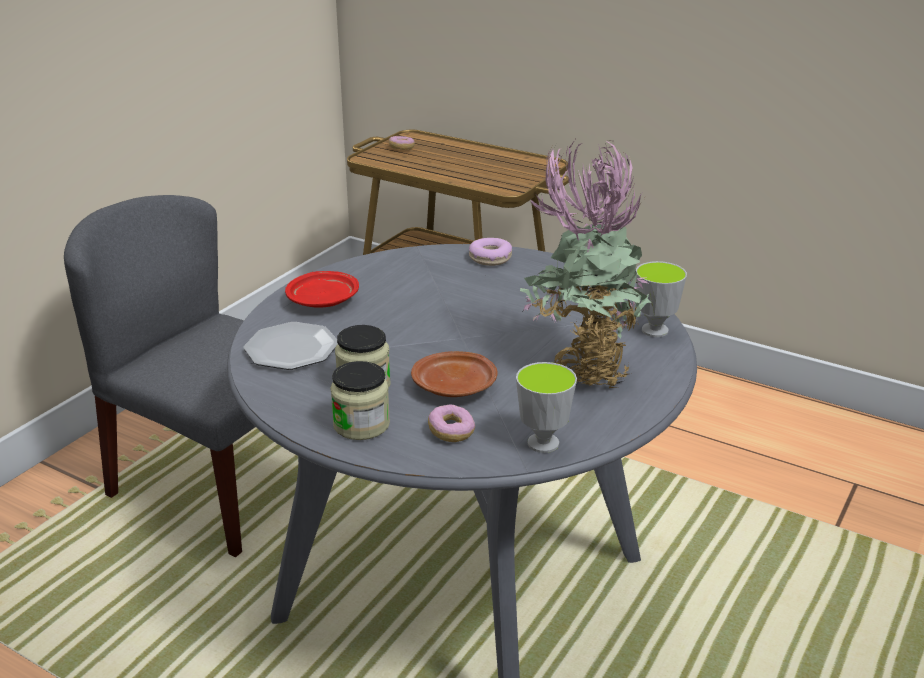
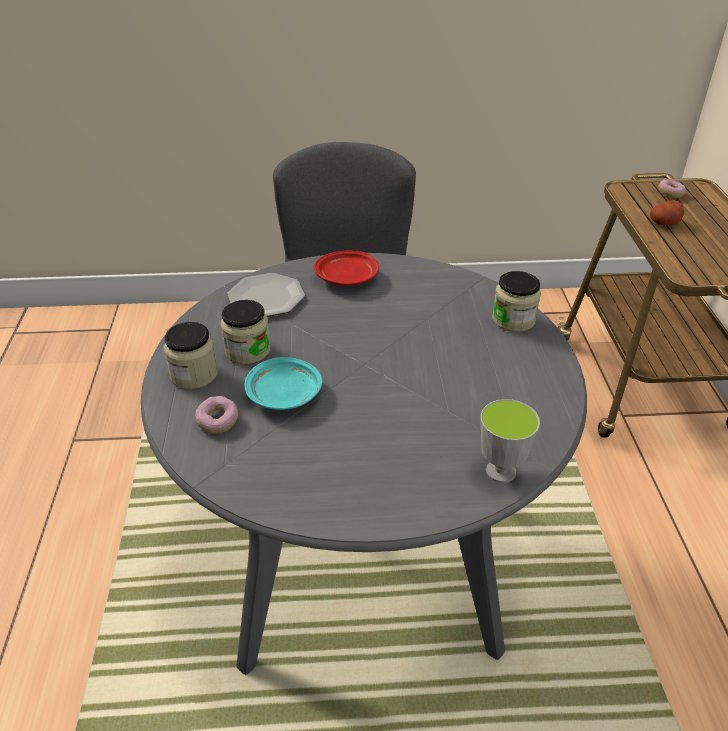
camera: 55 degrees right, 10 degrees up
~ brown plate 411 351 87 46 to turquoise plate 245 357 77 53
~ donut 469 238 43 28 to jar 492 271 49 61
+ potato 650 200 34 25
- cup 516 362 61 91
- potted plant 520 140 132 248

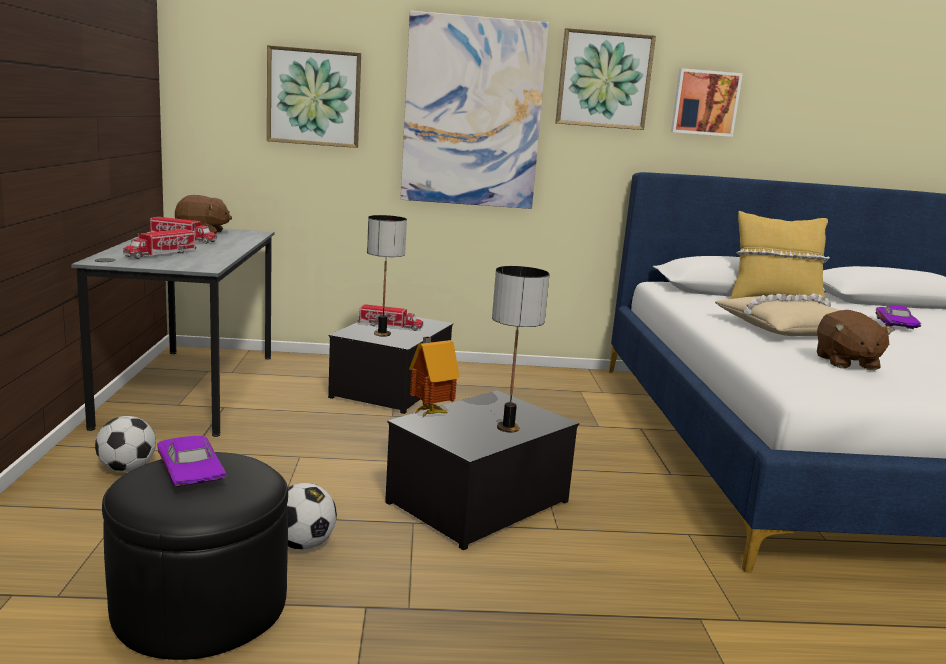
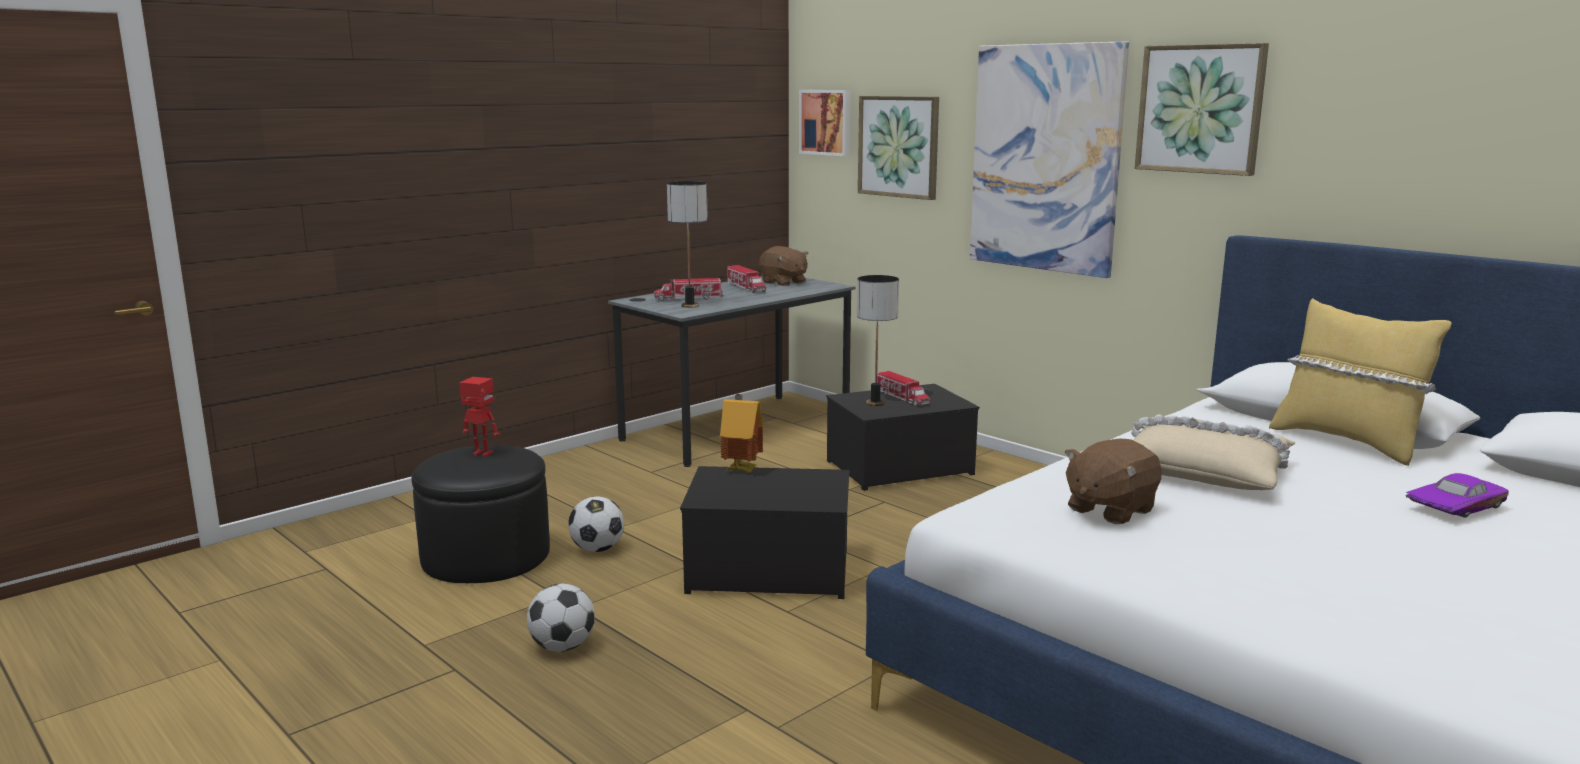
camera: 50 degrees right, 0 degrees up
~ purple toy car 157 436 70 51 to toy robot 459 377 42 80
~ football 95 416 61 56 to 527 584 68 68
~ table lamp 492 266 58 166 to 667 181 41 127
~ picture 671 68 72 69 to 799 90 52 66

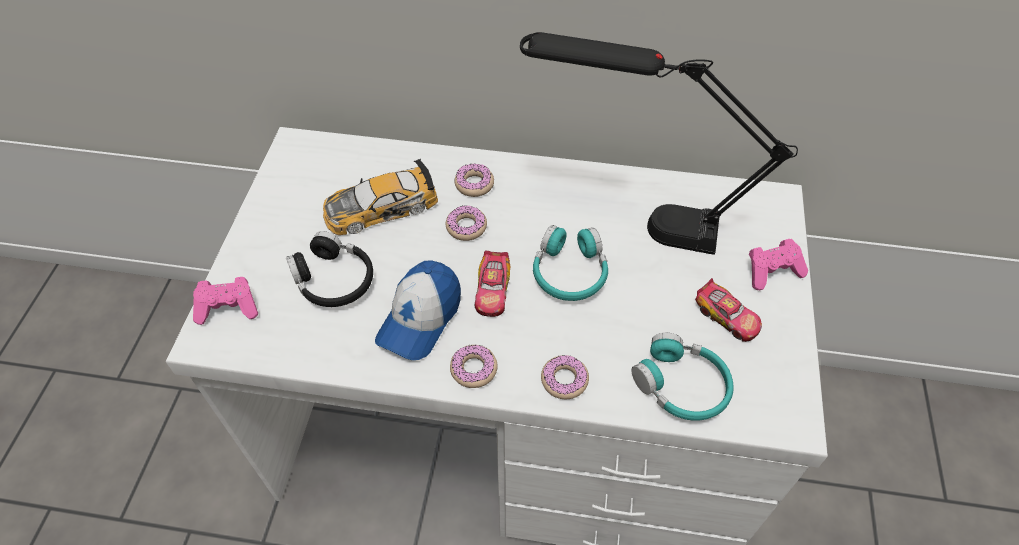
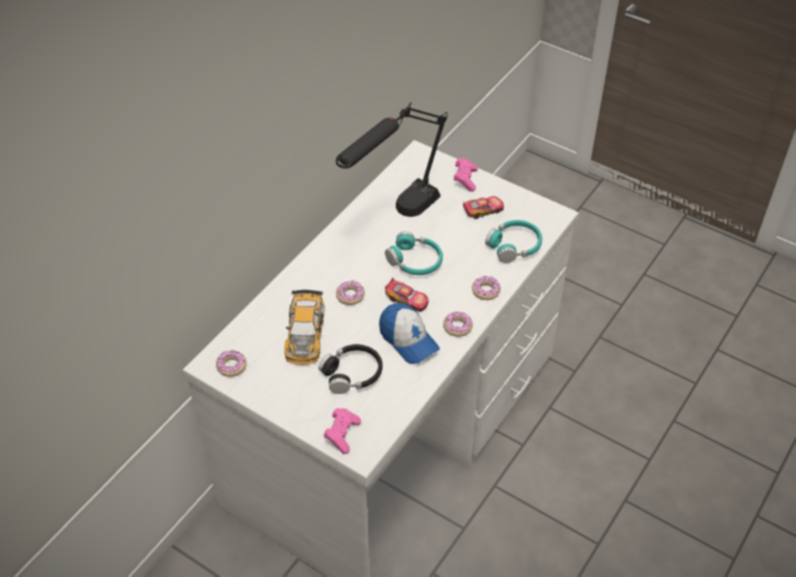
camera: 65 degrees left, 5 degrees down
~ donut 455 164 39 33 to 216 350 31 27

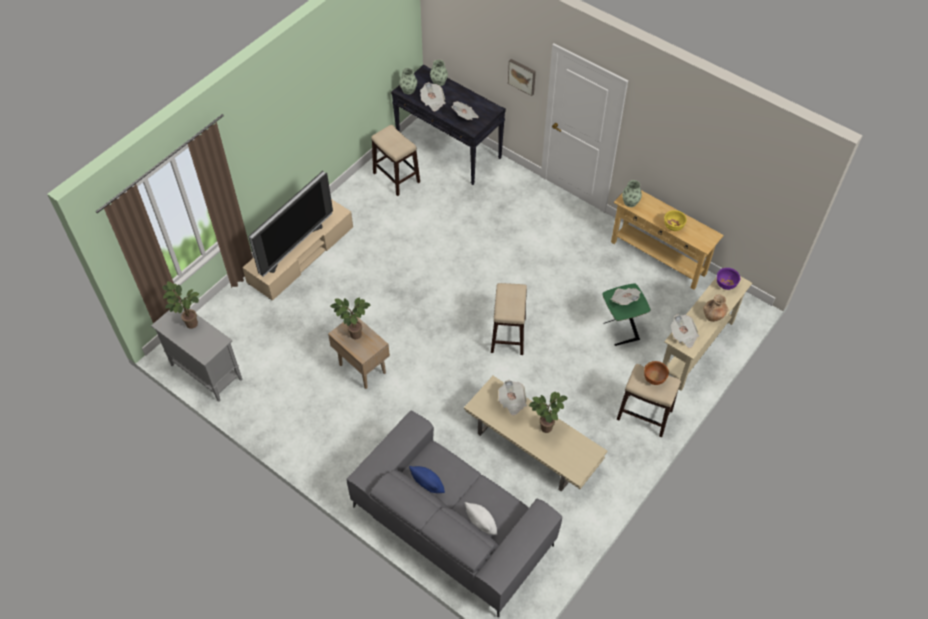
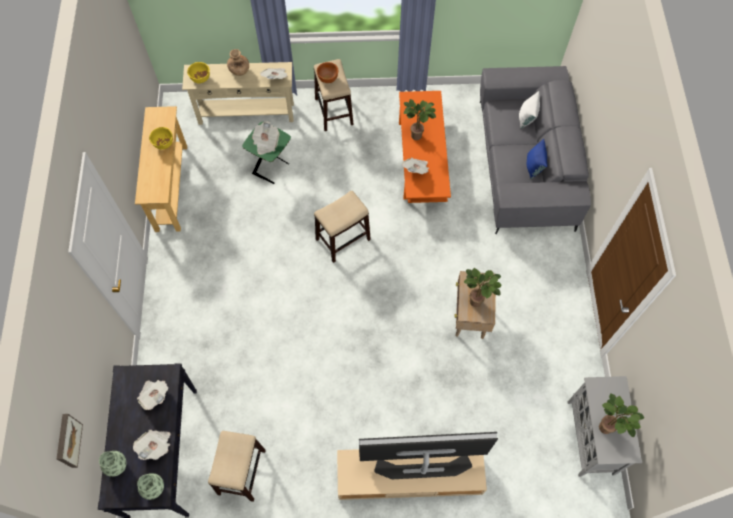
camera: 130 degrees left, 10 degrees up
~ picture 508 59 28 37 to 57 414 26 54
~ purple bowl 717 268 23 22 to yellow bowl 187 62 23 21
~ beige coffee table 464 376 143 116 to orange coffee table 399 91 52 112
- vase 622 180 20 27

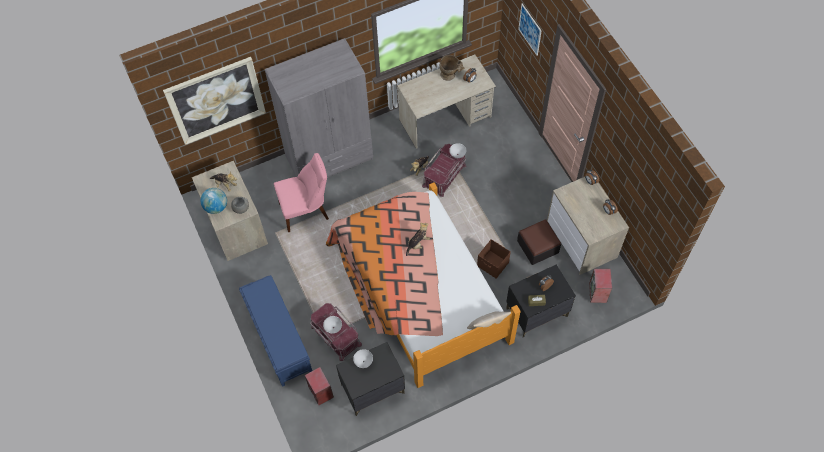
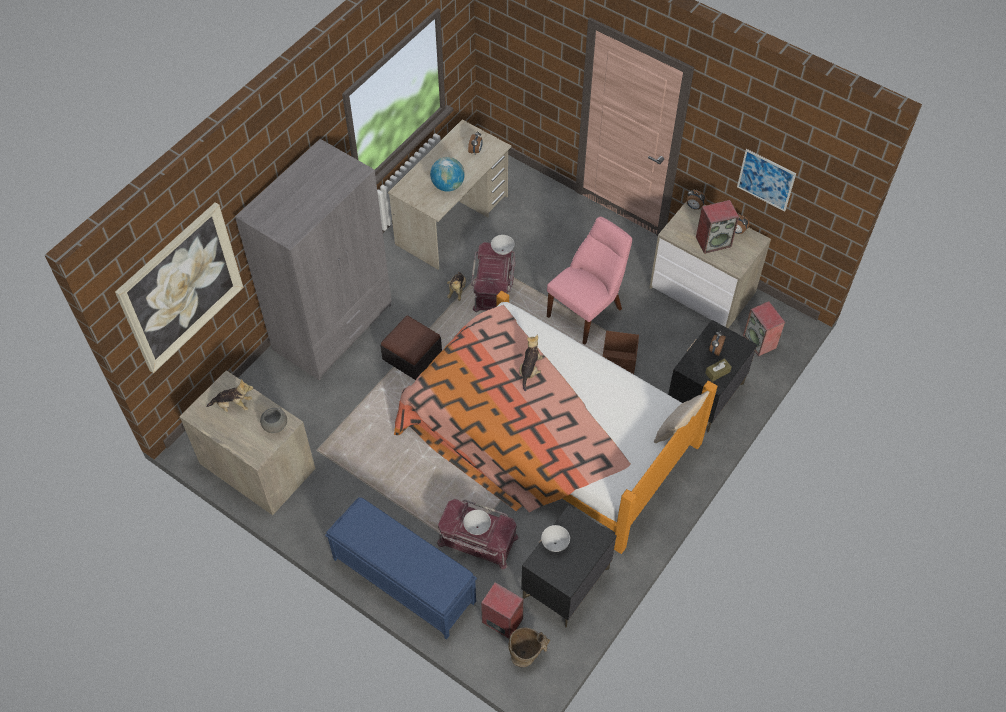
camera: 30 degrees left, 5 degrees down
~ ottoman 517 219 44 46 to 380 315 62 65
~ globe 200 188 27 26 to 430 157 35 35
~ beige vase 440 55 24 26 to 509 627 41 40
~ pink chair 274 153 55 79 to 547 217 85 128
+ speaker 696 200 43 54
~ picture 518 4 24 52 to 737 149 59 62

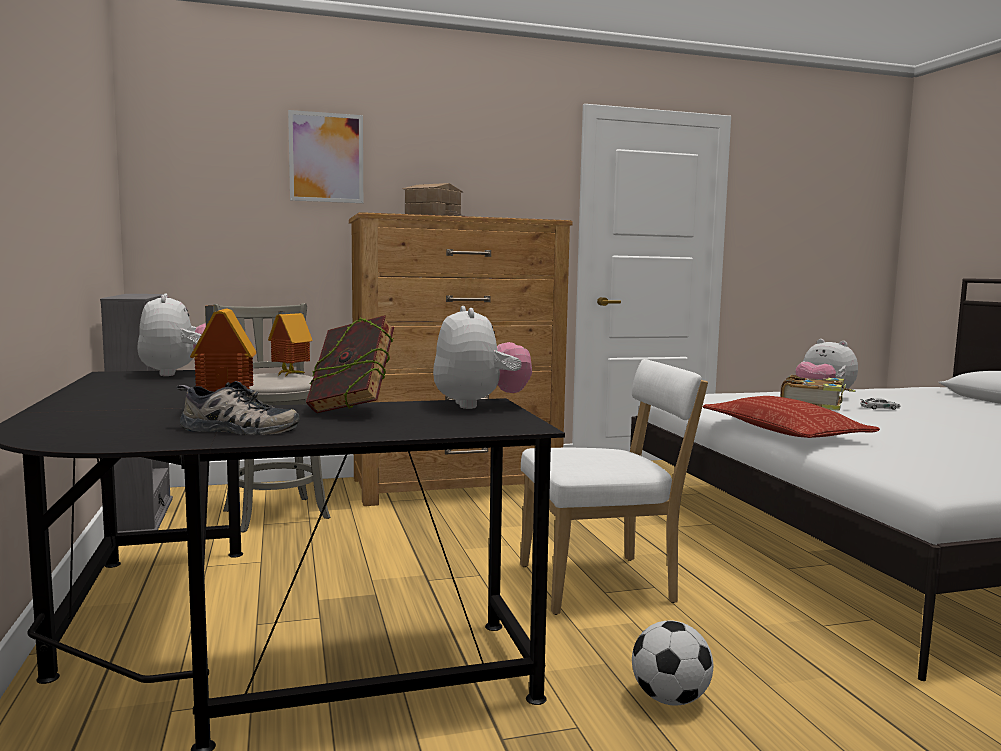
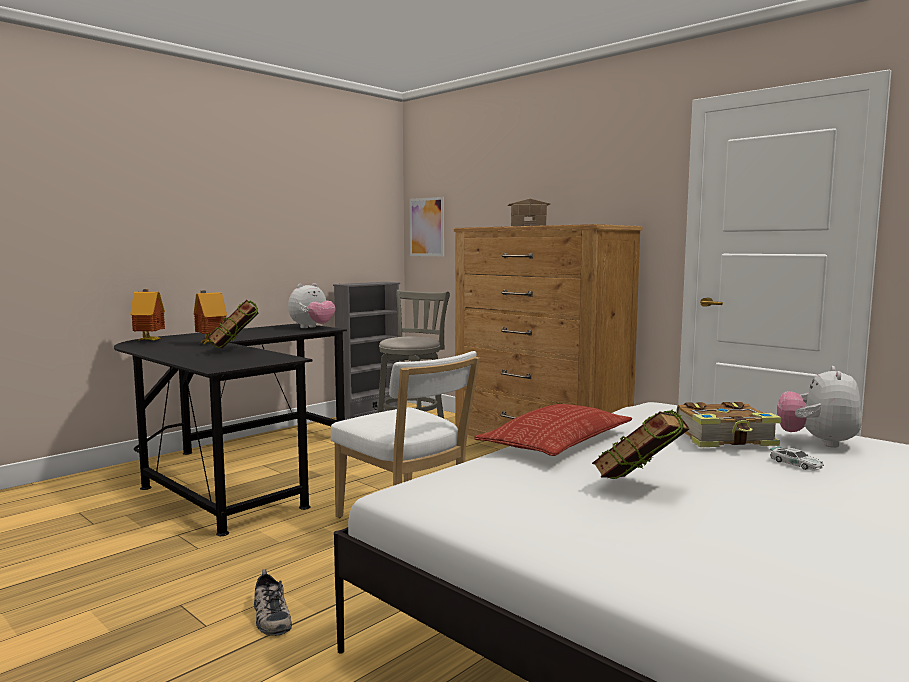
camera: 60 degrees right, 0 degrees up
~ toy house 268 311 45 65 to 130 289 35 52
~ shoe 176 381 123 54 to 254 569 38 67
~ picture 288 110 75 93 to 410 197 34 59
+ book 592 409 98 70
- plush toy 433 306 99 103
- football 632 620 81 86

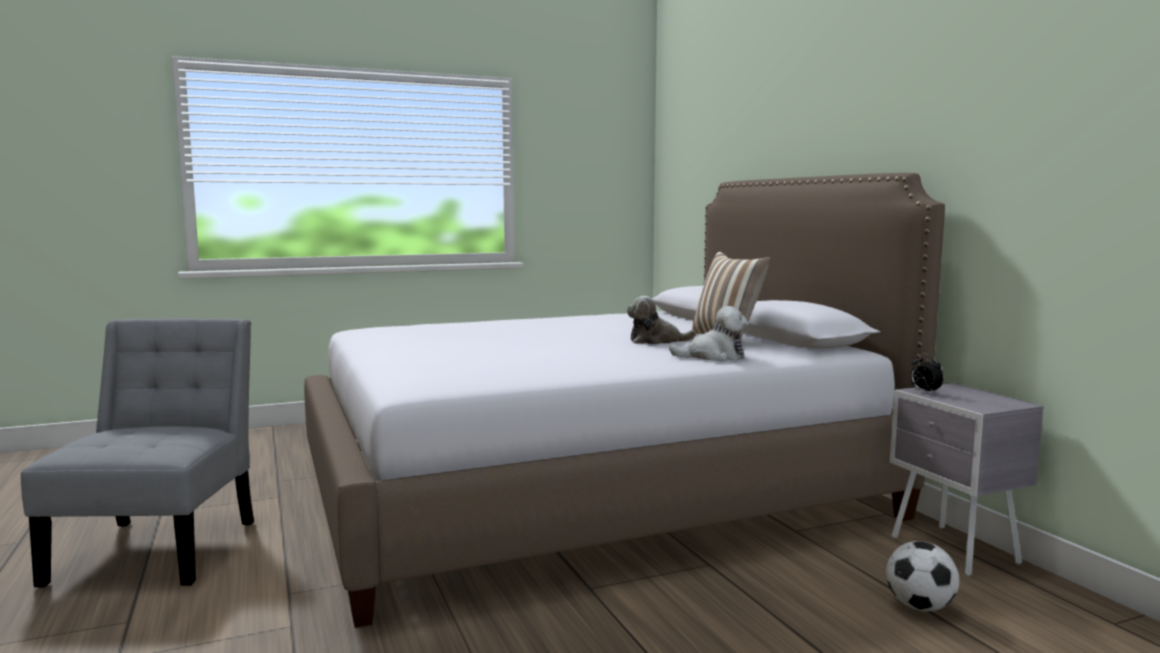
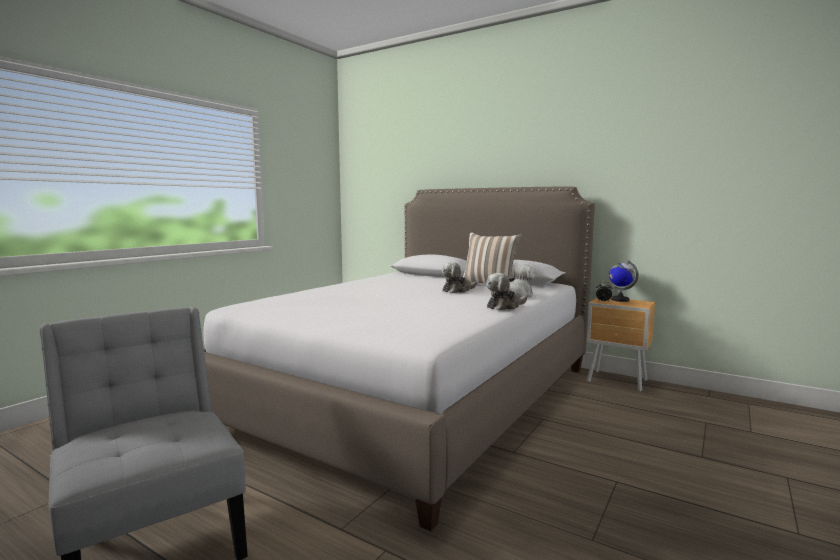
camera: 35 degrees left, 0 degrees up
+ plush toy 486 273 41 37
~ grey nightstand 890 383 154 194 to brown nightstand 587 298 68 94
+ globe 609 260 30 42
- football 886 541 73 71

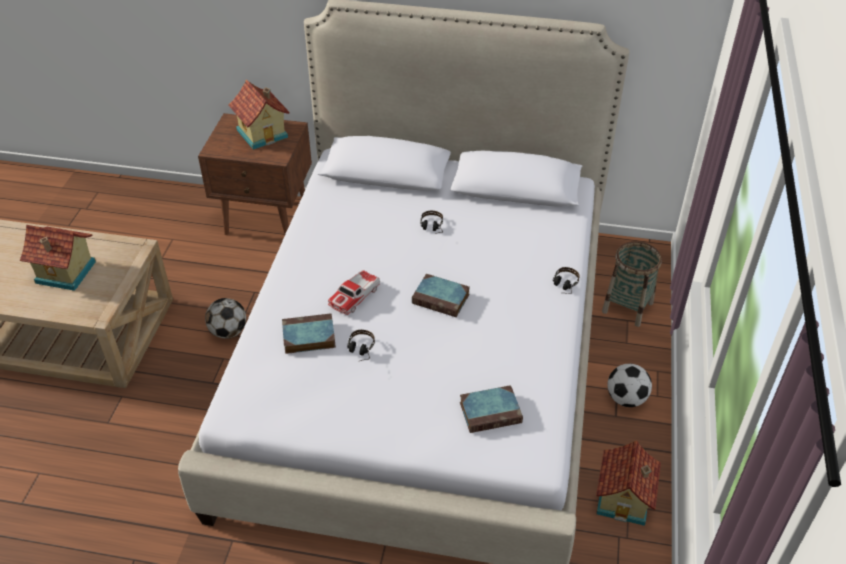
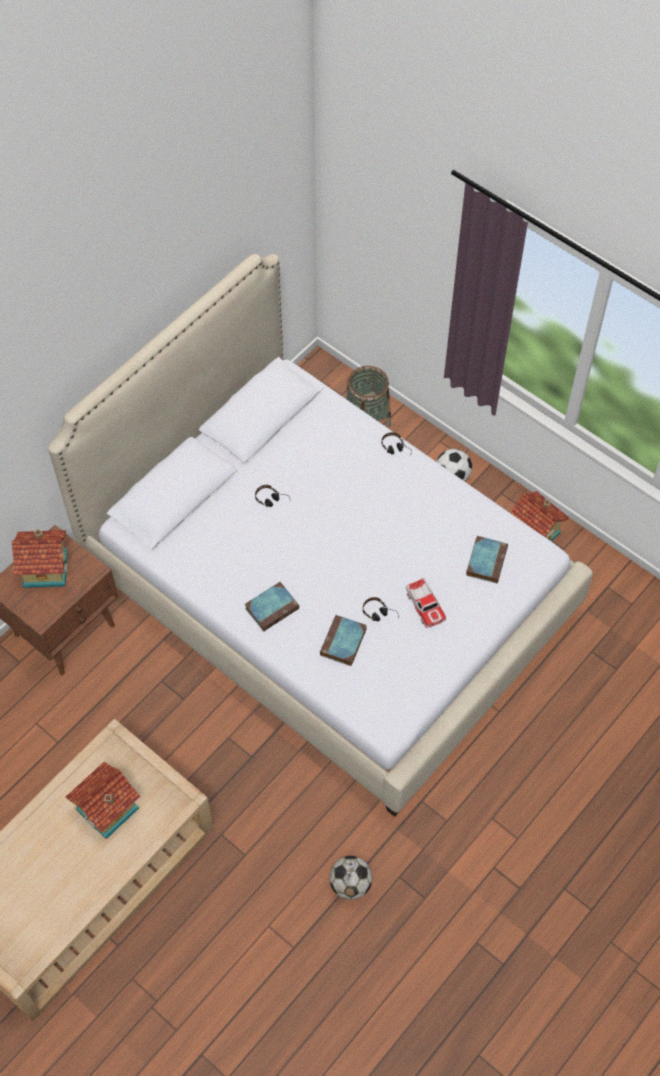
camera: 60 degrees left, 15 degrees up
~ book 412 274 58 43 to 245 582 54 50
~ football 205 298 41 41 to 329 856 43 44
~ toy car 328 270 52 45 to 406 578 40 50

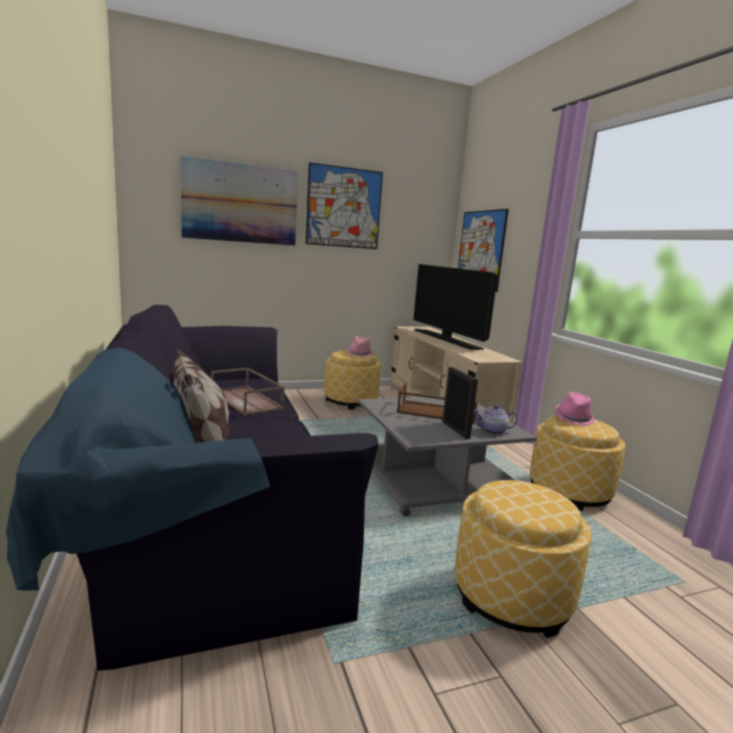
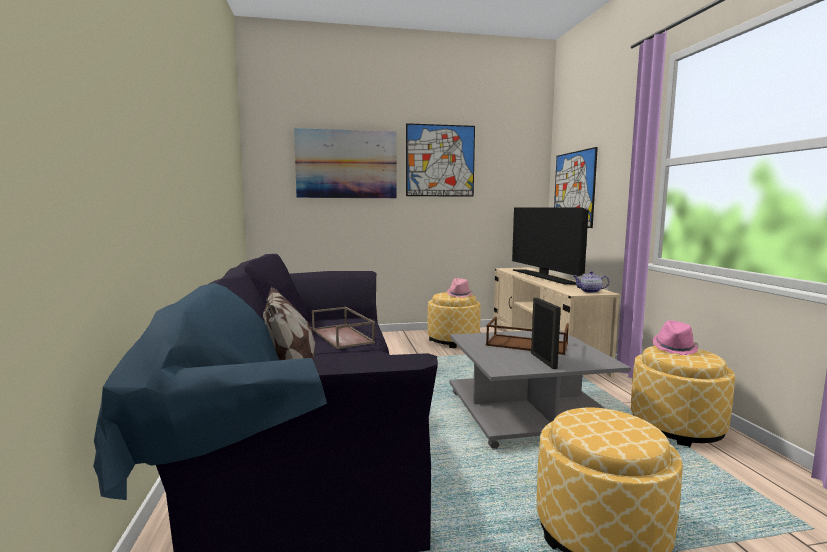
camera: 10 degrees right, 5 degrees down
~ teapot 474 405 44 30 to 573 271 36 22

